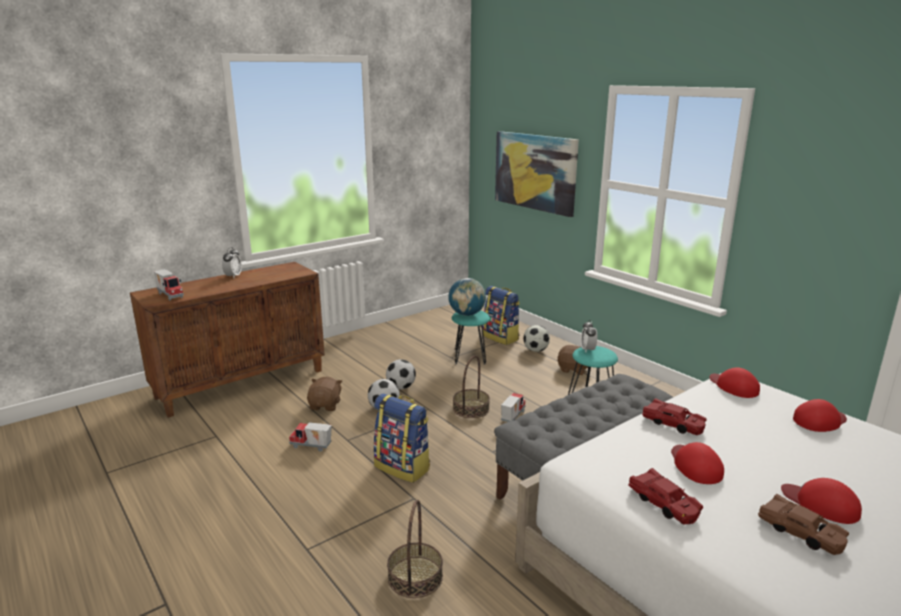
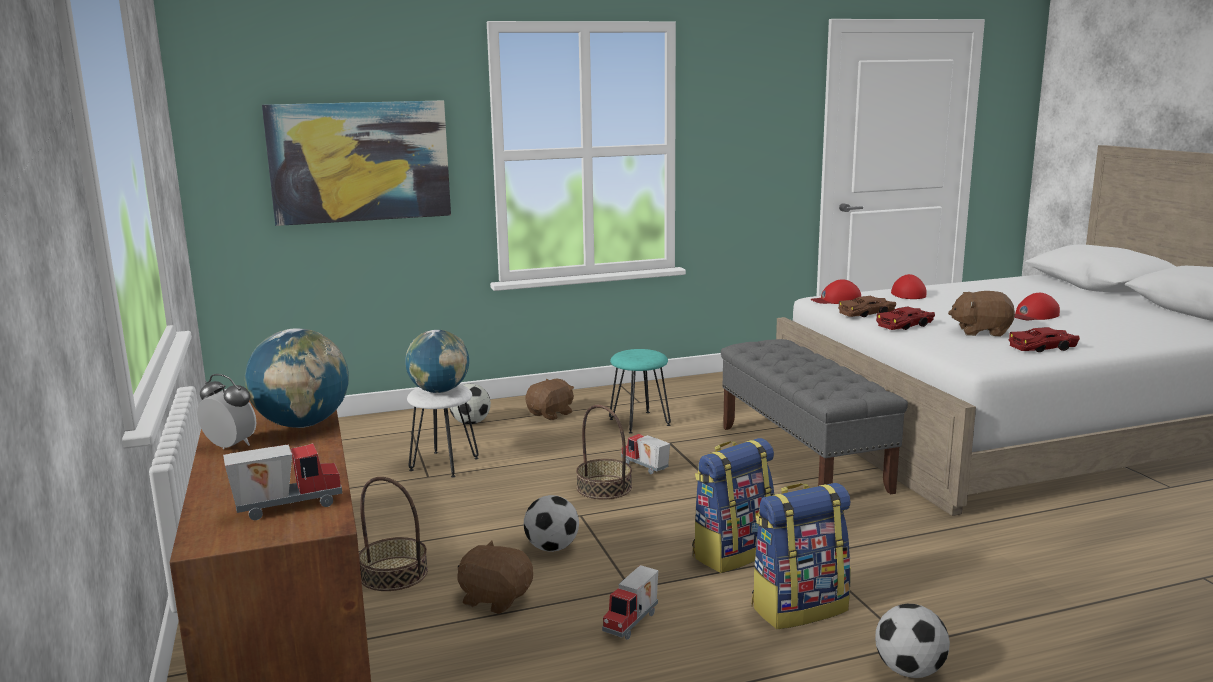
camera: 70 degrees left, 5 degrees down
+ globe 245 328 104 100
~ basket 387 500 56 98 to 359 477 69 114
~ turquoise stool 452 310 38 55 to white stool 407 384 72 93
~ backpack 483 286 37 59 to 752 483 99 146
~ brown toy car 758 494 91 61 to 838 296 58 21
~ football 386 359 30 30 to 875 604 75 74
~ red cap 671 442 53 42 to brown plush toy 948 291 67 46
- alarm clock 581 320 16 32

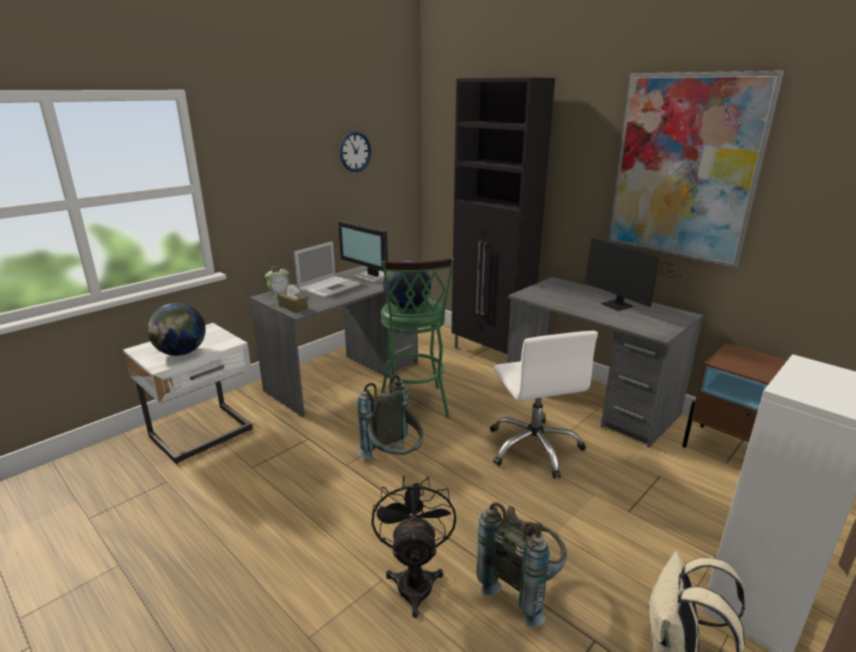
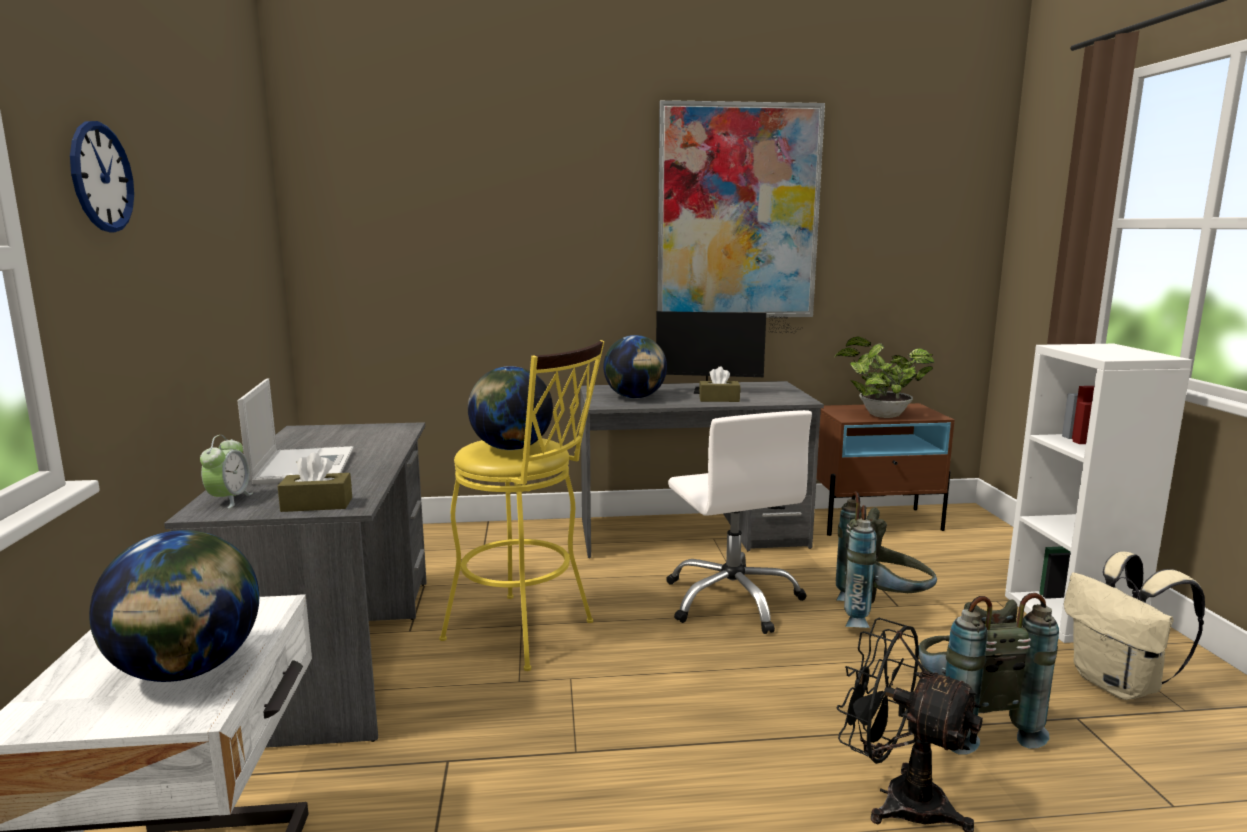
camera: 50 degrees left, 10 degrees down
~ wall clock 340 131 31 41 to 70 121 64 111
~ green stool 381 258 73 161 to yellow stool 439 340 165 331
+ globe 603 335 64 64
~ white office chair 490 331 108 148 = 666 410 146 224 45 degrees clockwise
+ brown tissue box 699 366 41 36
+ potted plant 835 336 100 82
~ grey backpack 357 375 67 84 to 836 491 101 137
- monitor 338 221 50 63
- black cabinet 452 77 103 277

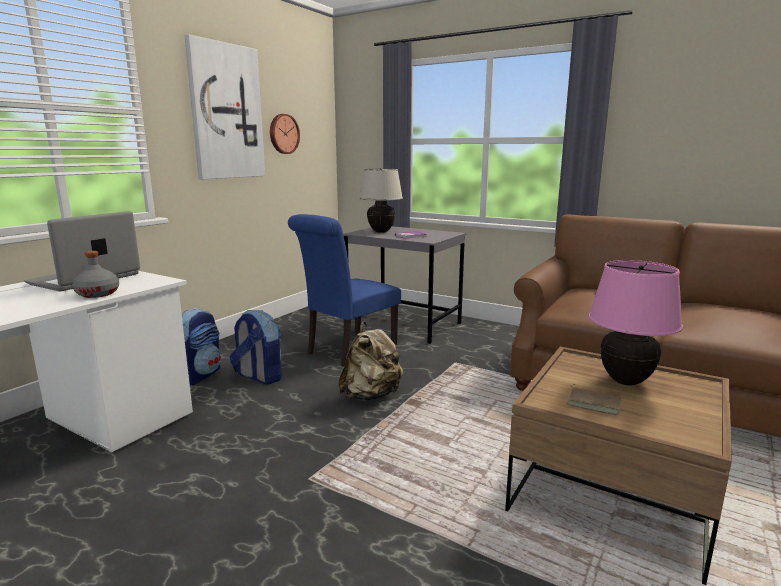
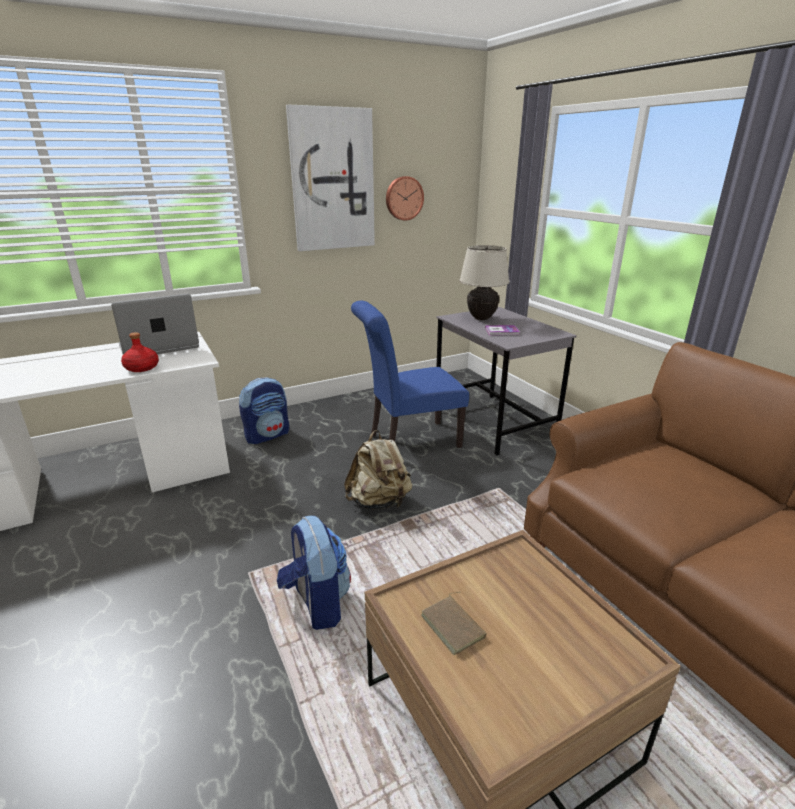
camera: 30 degrees right, 10 degrees up
~ grey bottle 73 251 46 47 to red bottle 121 332 38 40
~ backpack 230 310 52 75 to 277 516 74 114
- pink table lamp 589 260 94 126

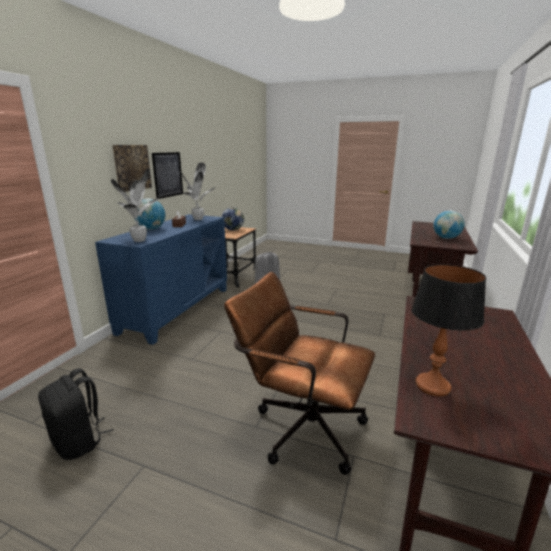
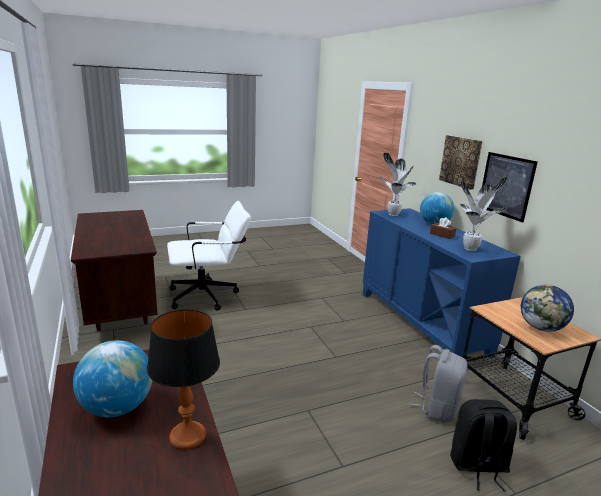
camera: 135 degrees right, 0 degrees up
~ table lamp 411 264 75 132 to 147 309 73 141
~ brown office chair 224 272 151 203 to white office chair 167 201 84 110
~ black backpack 38 368 76 92 to 450 399 67 92

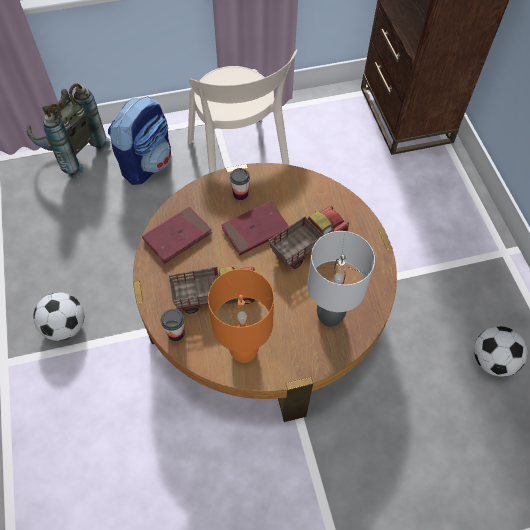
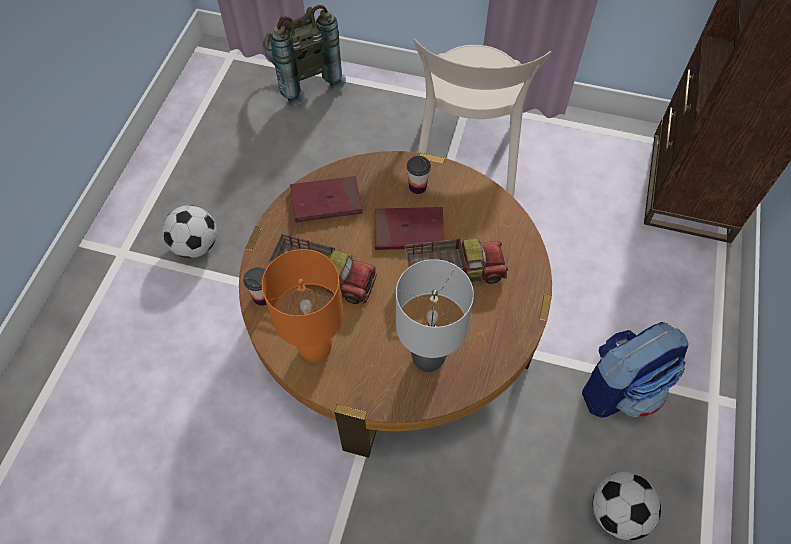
camera: 30 degrees right, 0 degrees up
~ backpack 108 96 63 89 to 582 322 107 96

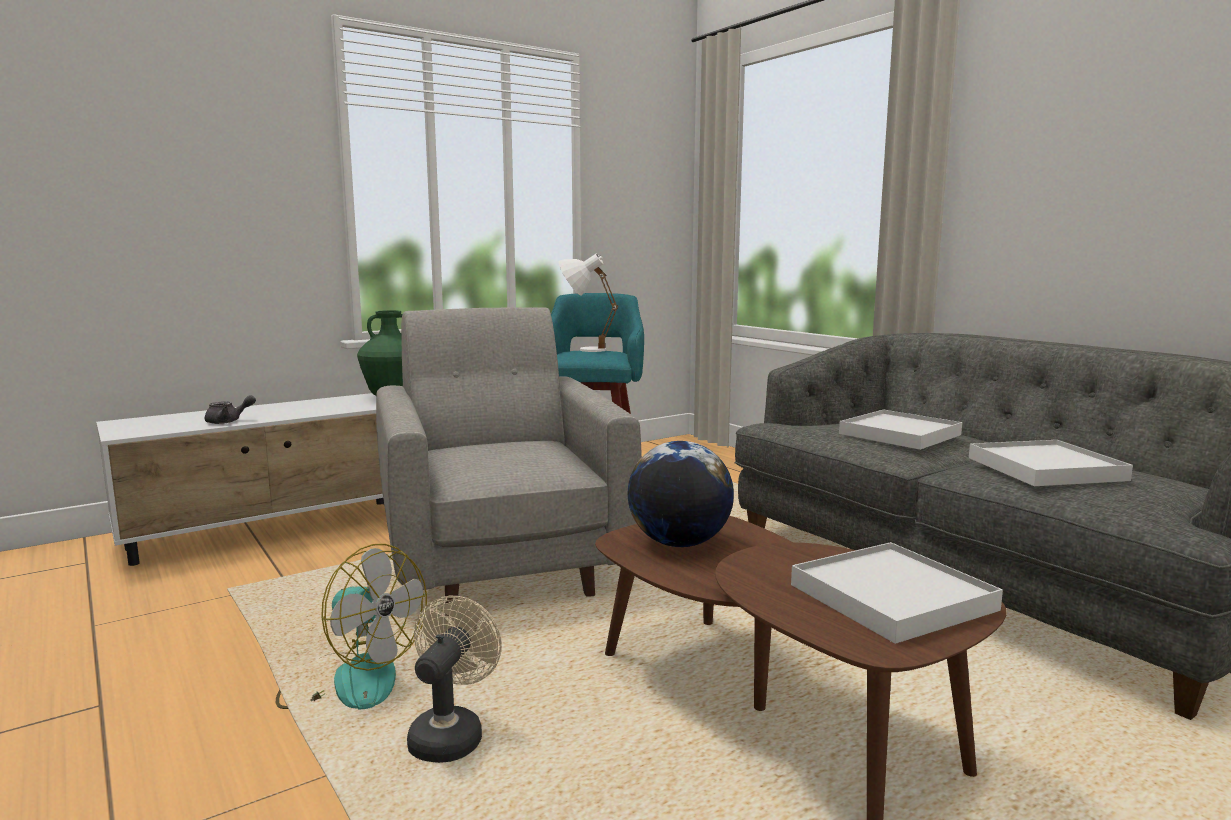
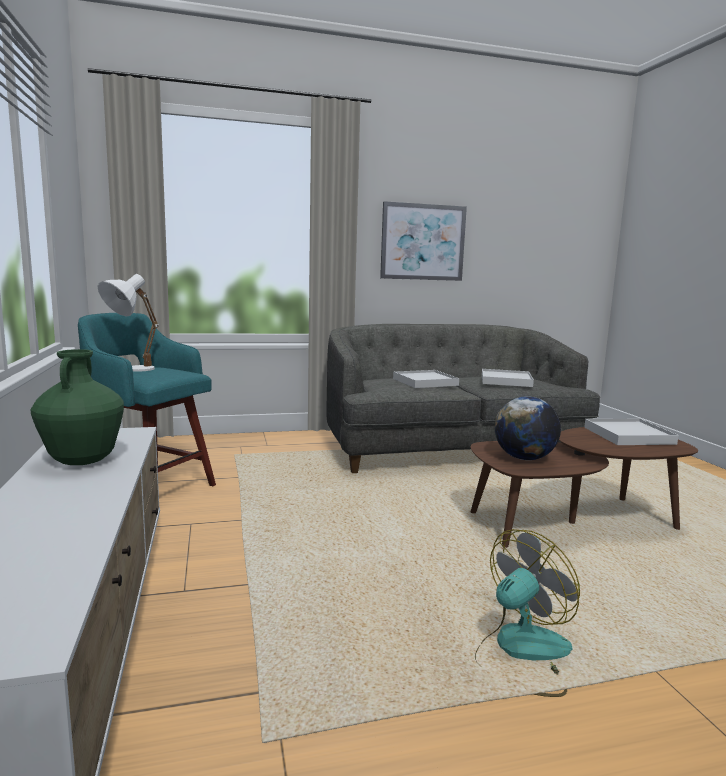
camera: 70 degrees left, 0 degrees up
+ picture 380 201 87 80
- grey teapot 205 395 51 29
- grey armchair 376 307 266 309
- beige fan 407 596 95 167

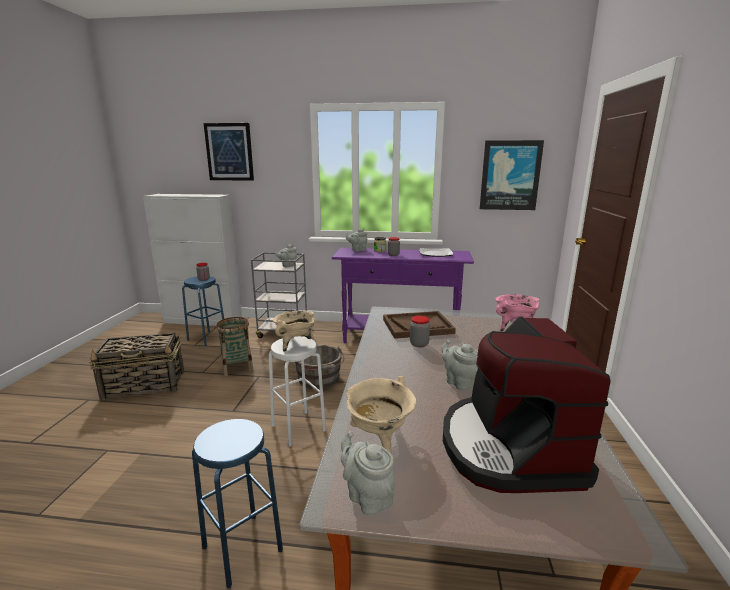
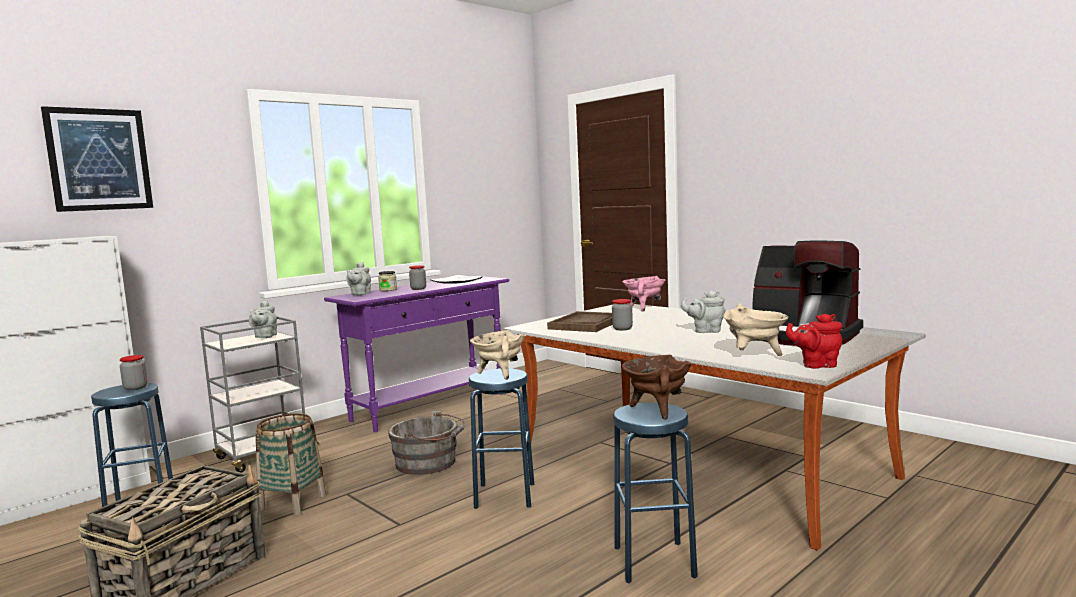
camera: 50 degrees left, 10 degrees down
~ white stool 269 336 57 110 to blue stool 469 368 65 141
+ brown cooking pot 622 355 71 64
~ grey teapot 341 431 54 85 to red teapot 786 314 56 54
- picture 480 140 64 70

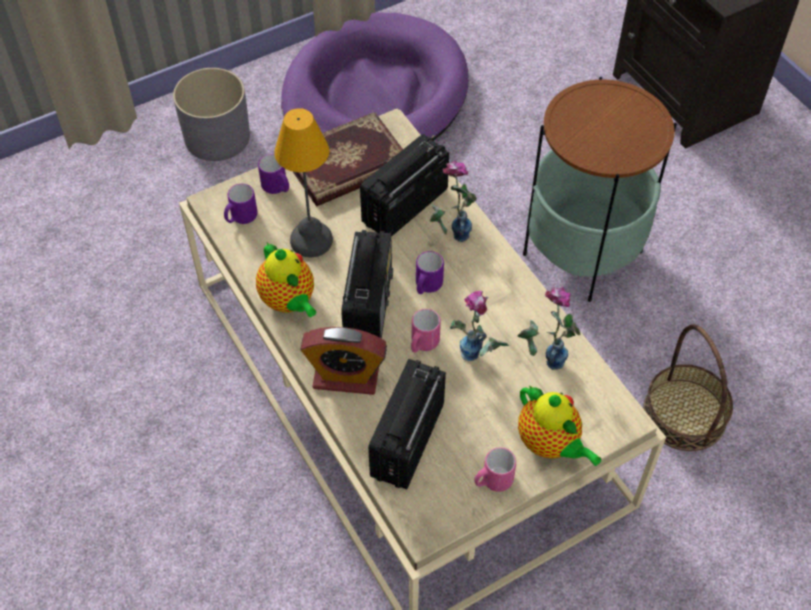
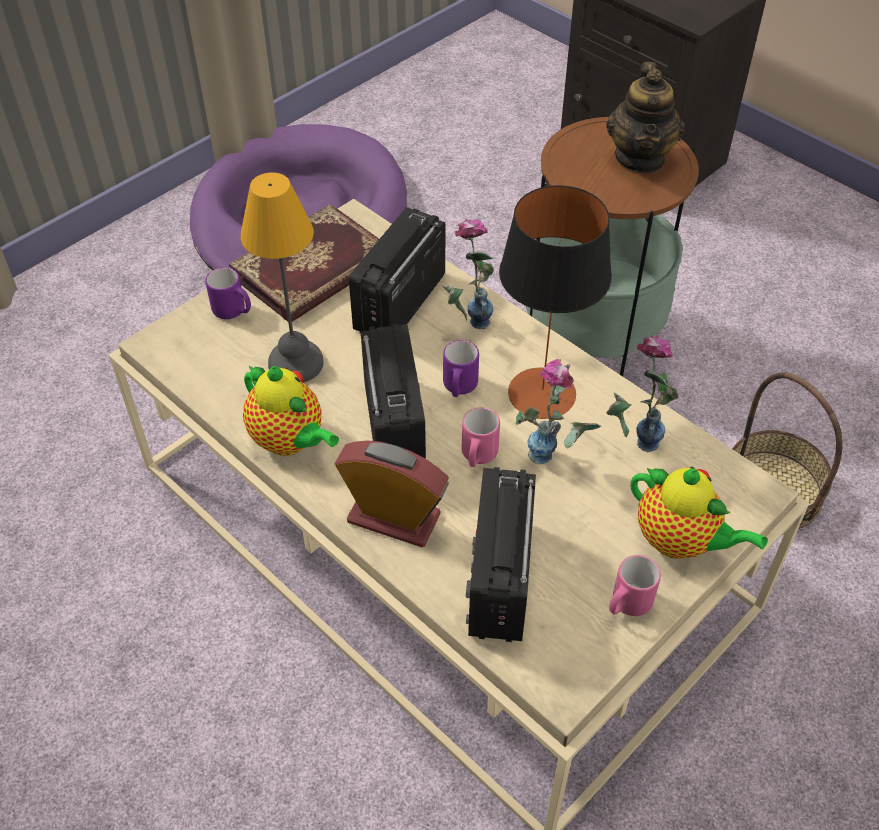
camera: 15 degrees left, 5 degrees down
~ alarm clock 300 327 87 68 = 335 440 114 107 150 degrees counterclockwise
+ table lamp 499 185 113 234
+ teapot 606 62 79 111
- grey planter 173 68 77 93
- purple mug 224 184 33 40

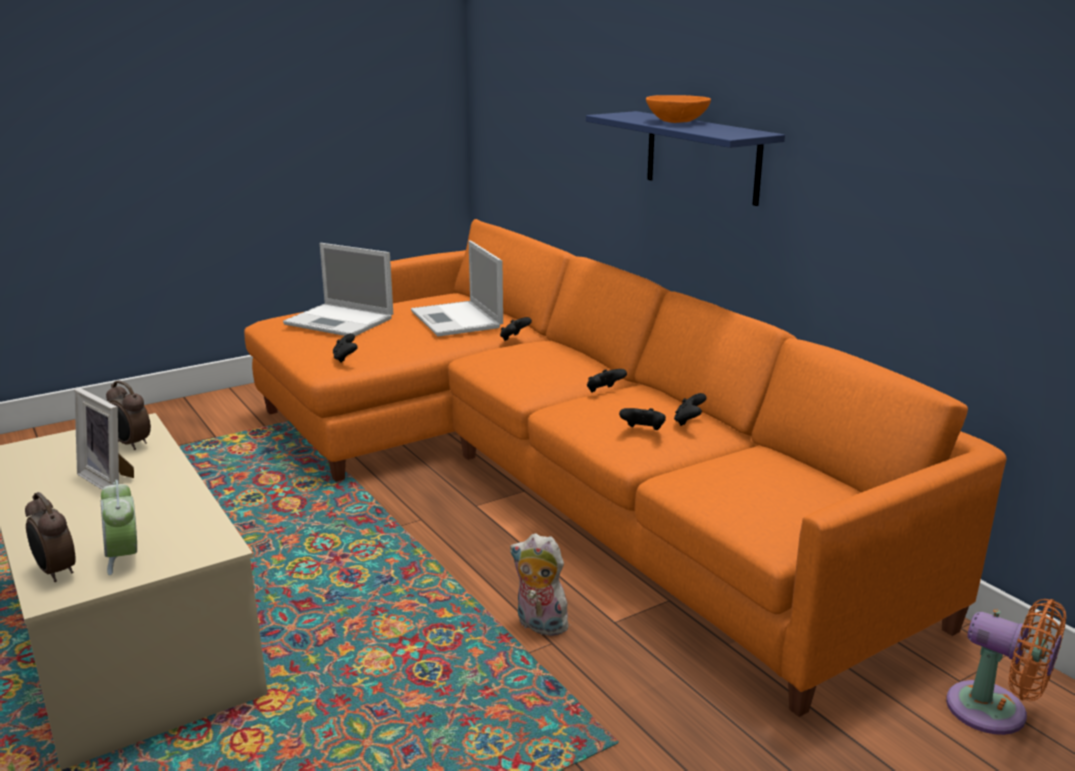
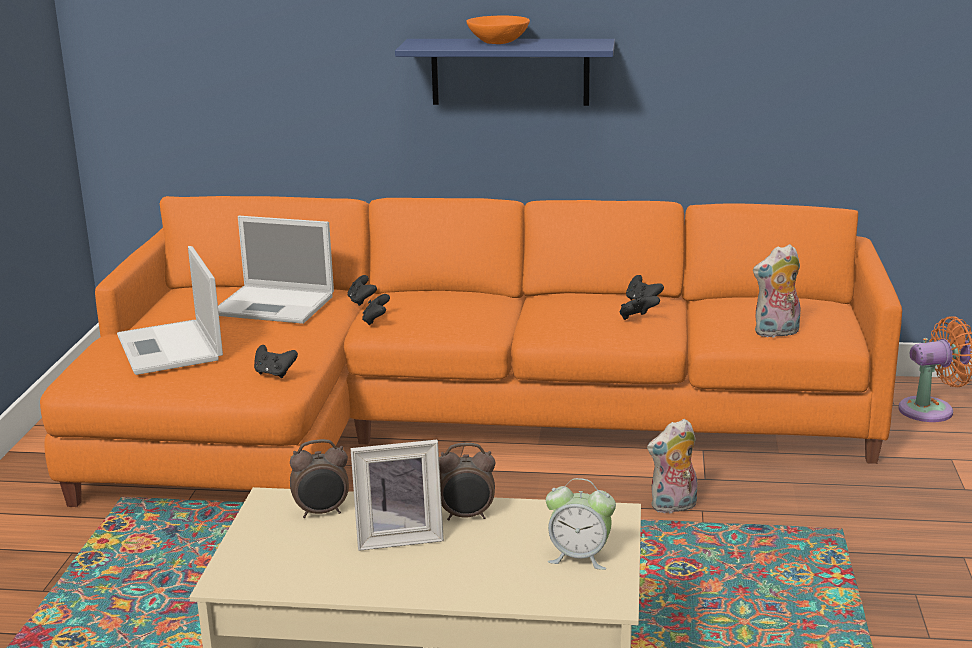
camera: 50 degrees left, 0 degrees up
~ laptop 283 243 110 93 = 117 246 106 129 90 degrees clockwise
~ black game controller 587 369 40 24 to 362 294 28 31
~ alarm clock 25 492 51 90 to 439 443 56 77
+ plush toy 753 244 47 94

